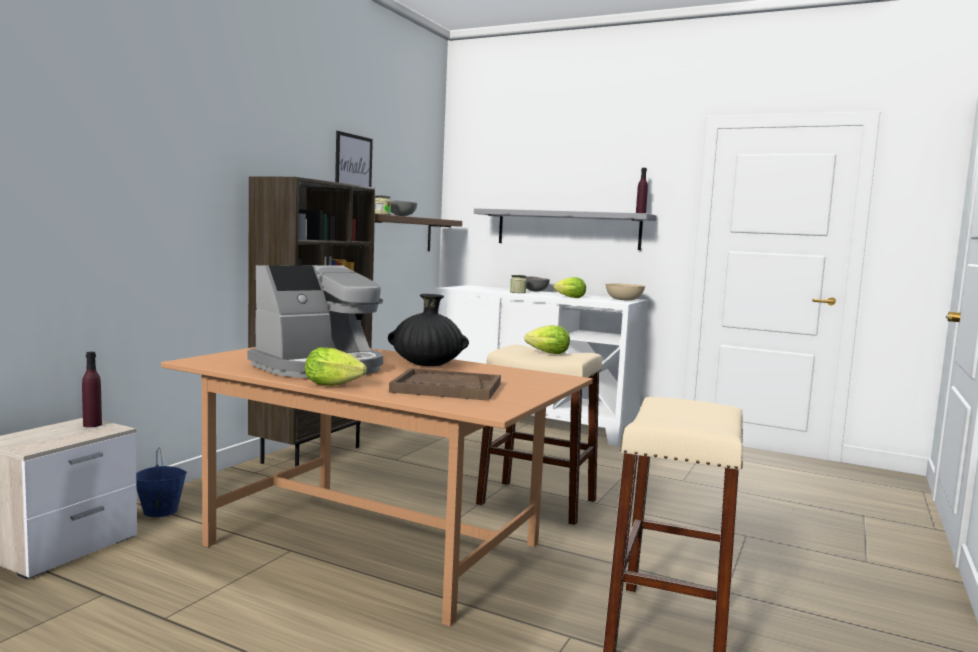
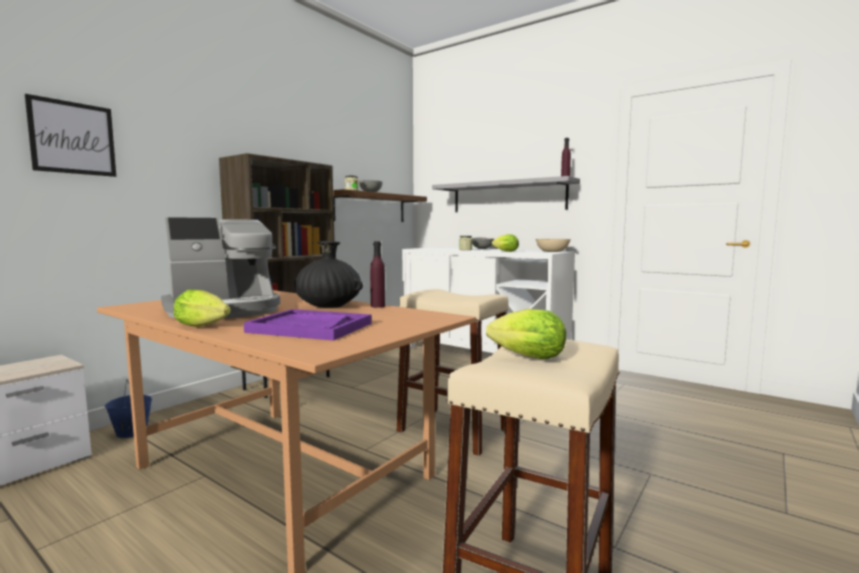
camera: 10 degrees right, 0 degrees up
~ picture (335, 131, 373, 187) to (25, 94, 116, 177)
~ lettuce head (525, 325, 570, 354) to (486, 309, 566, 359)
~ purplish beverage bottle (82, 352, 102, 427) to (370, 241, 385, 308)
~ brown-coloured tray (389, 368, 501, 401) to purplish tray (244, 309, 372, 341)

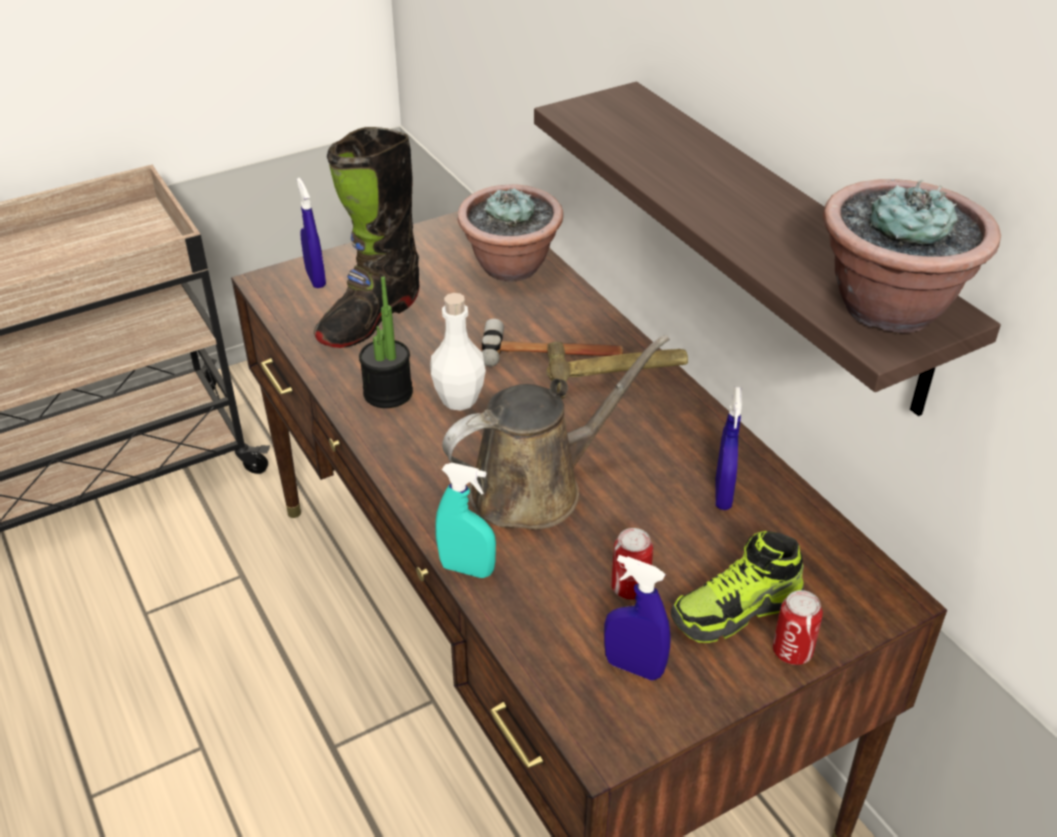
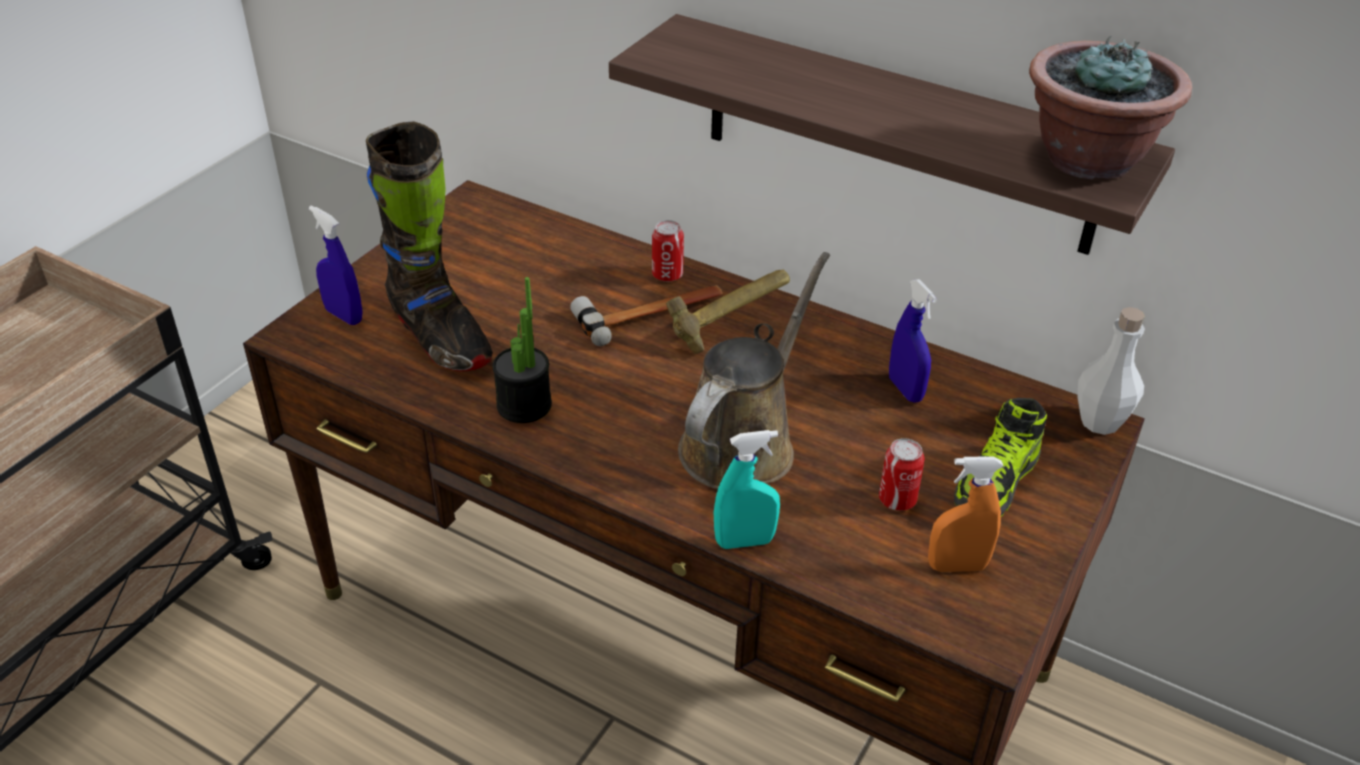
camera: 30 degrees left, 0 degrees up
~ black tall boot (314, 127, 419, 348) = (366, 121, 493, 372) 45 degrees counterclockwise
- plant in a pot (458, 184, 563, 282)
~ white beverage bottle (430, 293, 486, 411) to (1077, 307, 1145, 435)
~ blue-coloured sprayer (604, 555, 671, 681) to orangey sprayer (928, 456, 1003, 572)
~ sealed can (773, 590, 823, 665) to (652, 220, 684, 282)

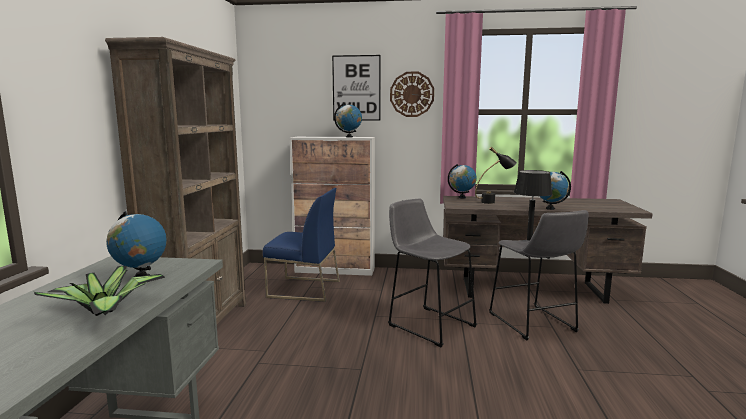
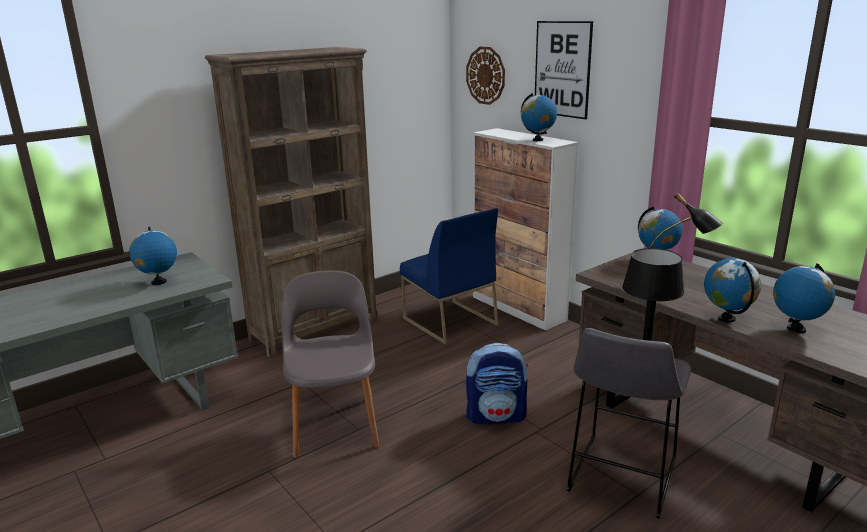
camera: 45 degrees right, 10 degrees up
~ wall clock (390, 72, 434, 117) to (466, 47, 505, 105)
~ grey sitting stool (388, 199, 477, 347) to knapsack (466, 343, 528, 424)
- plant in a pot (34, 266, 165, 316)
+ world globe (773, 263, 835, 333)
+ grey plain chair (282, 270, 379, 458)

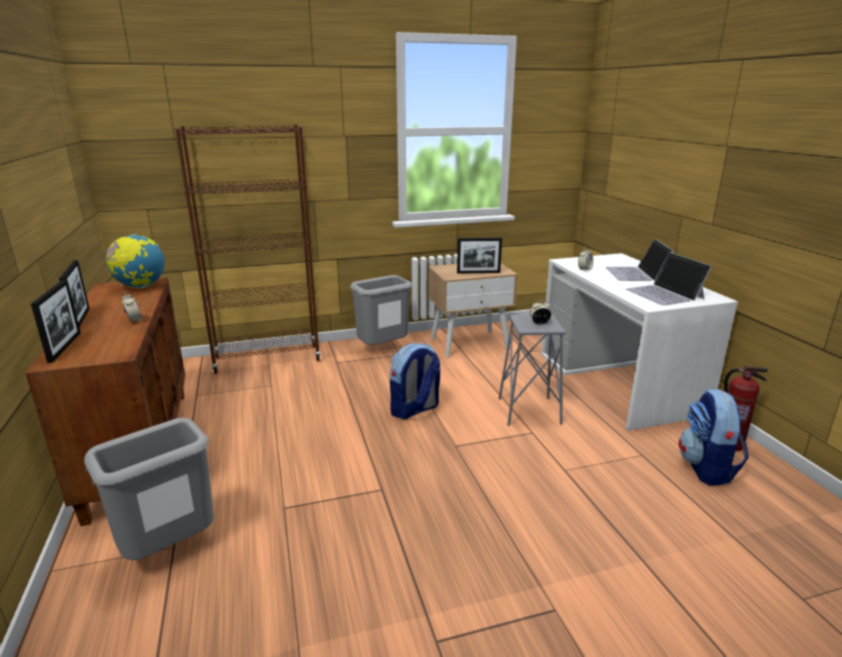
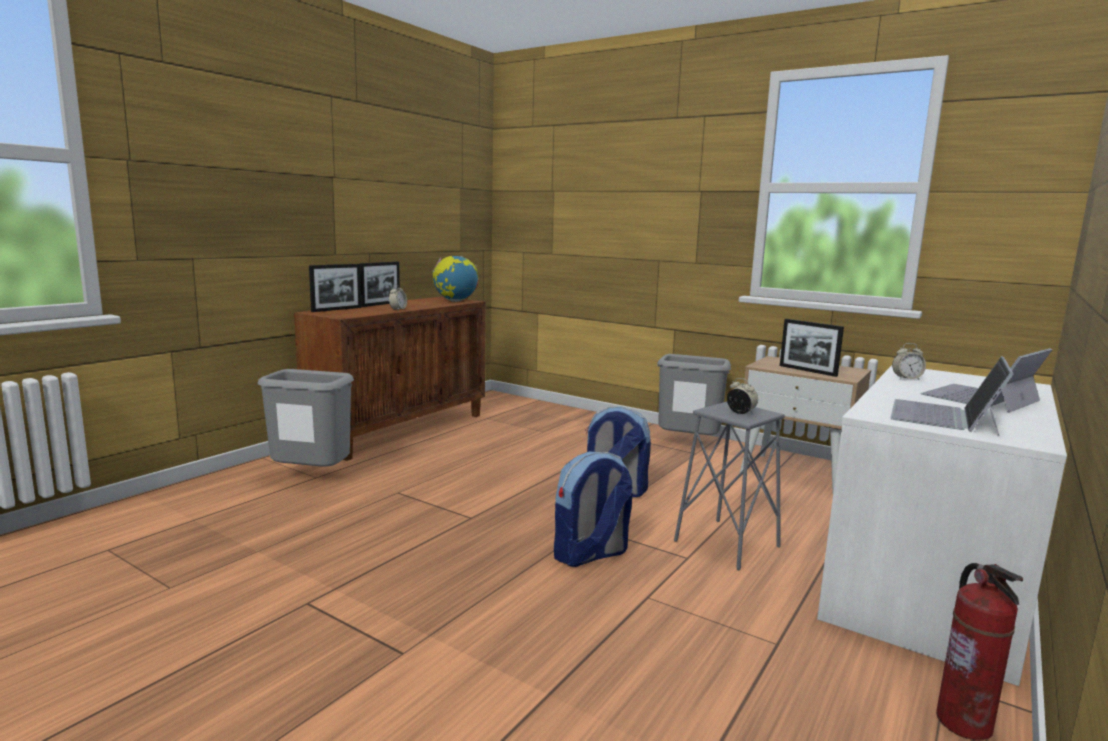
camera: 50 degrees right, 10 degrees down
- brown-coloured shelving unit (175, 125, 321, 374)
~ knapsack (679, 389, 749, 485) to (554, 451, 632, 567)

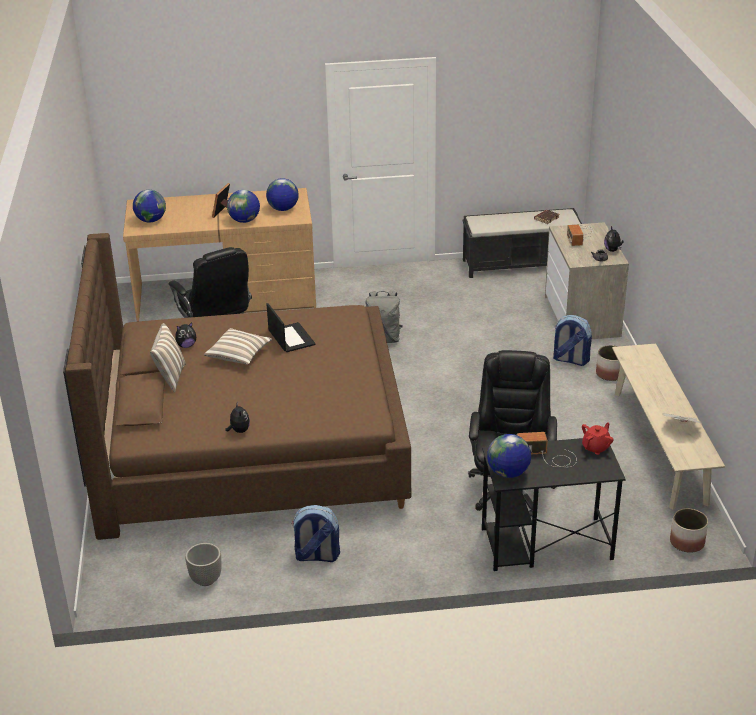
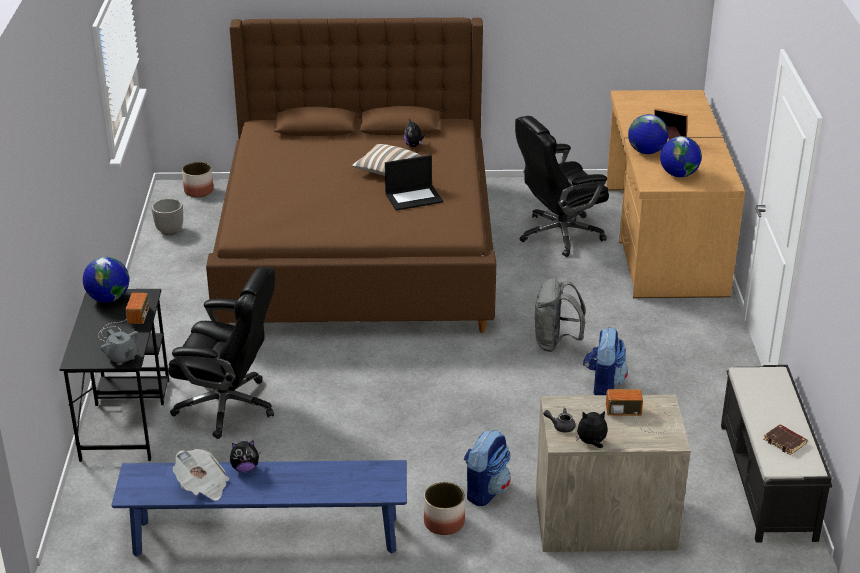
camera: 95 degrees right, 0 degrees up
- world globe (133, 190, 166, 223)
- throw pillow (150, 323, 186, 392)
~ sand-coloured long seat (612, 344, 725, 509) to blue-coloured long seat (111, 460, 407, 557)
~ cuddly toy (225, 404, 250, 433) to (230, 440, 260, 472)
~ red teapot (582, 422, 614, 455) to grey teapot (101, 329, 139, 365)
~ knapsack (291, 505, 340, 562) to (583, 327, 628, 395)
~ planter (670, 508, 708, 553) to (182, 162, 213, 197)

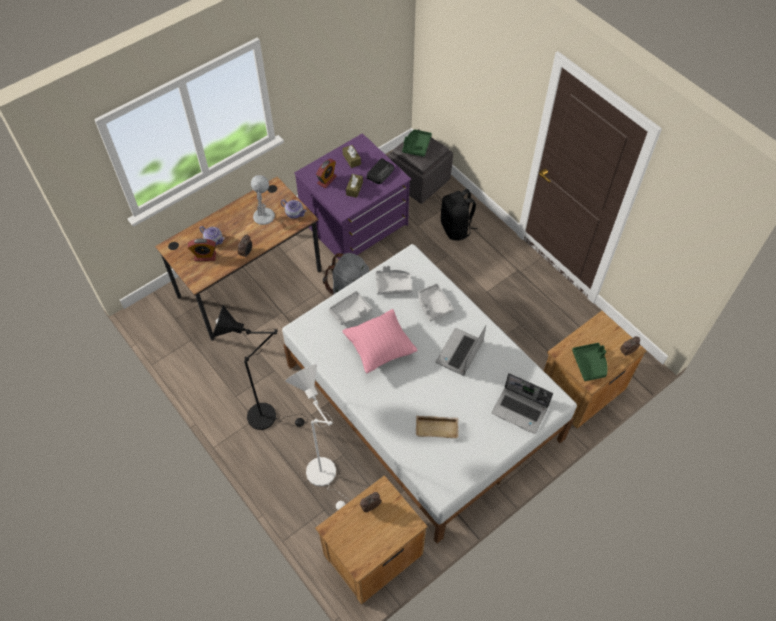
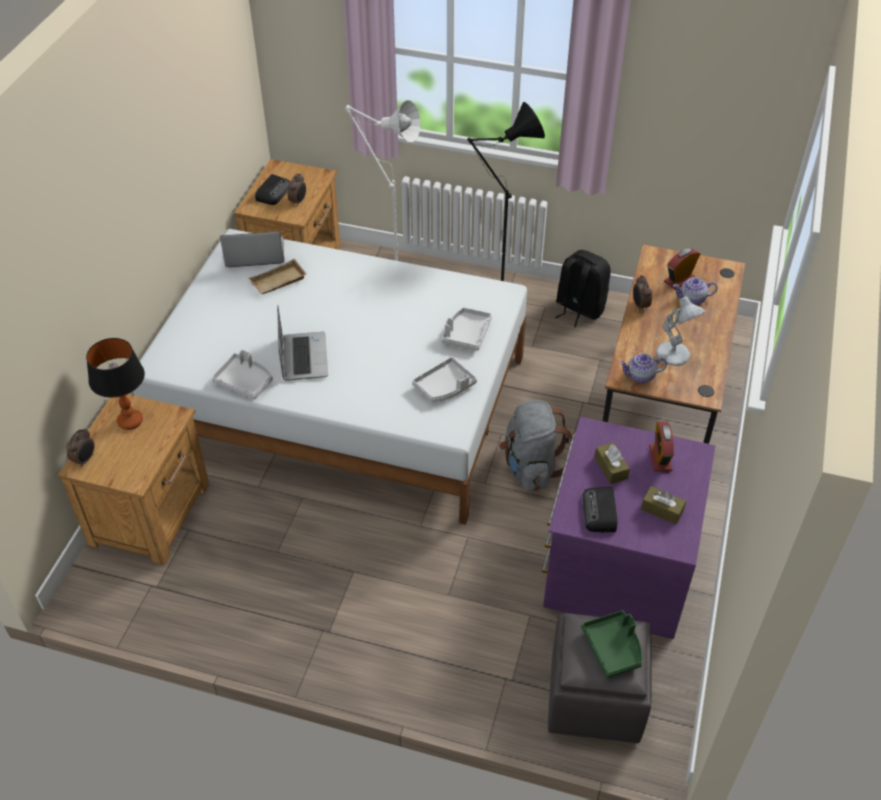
camera: 145 degrees right, 10 degrees down
~ black knapsack (441, 189, 478, 241) to (555, 250, 611, 327)
~ grey tray (418, 283, 454, 322) to (212, 349, 273, 400)
- pinkish throw pillow (342, 309, 418, 373)
~ green-coloured tray (572, 343, 608, 381) to table lamp (86, 338, 145, 430)
~ notebook computer (492, 373, 553, 434) to (220, 231, 284, 267)
+ radio (255, 174, 290, 205)

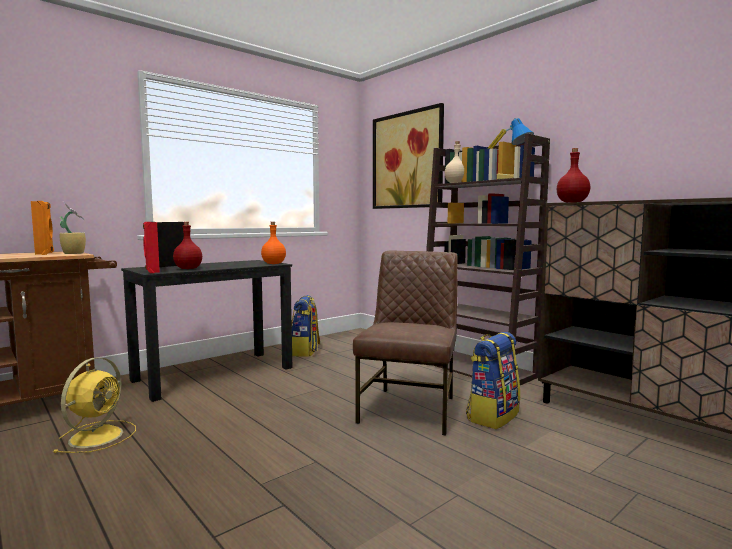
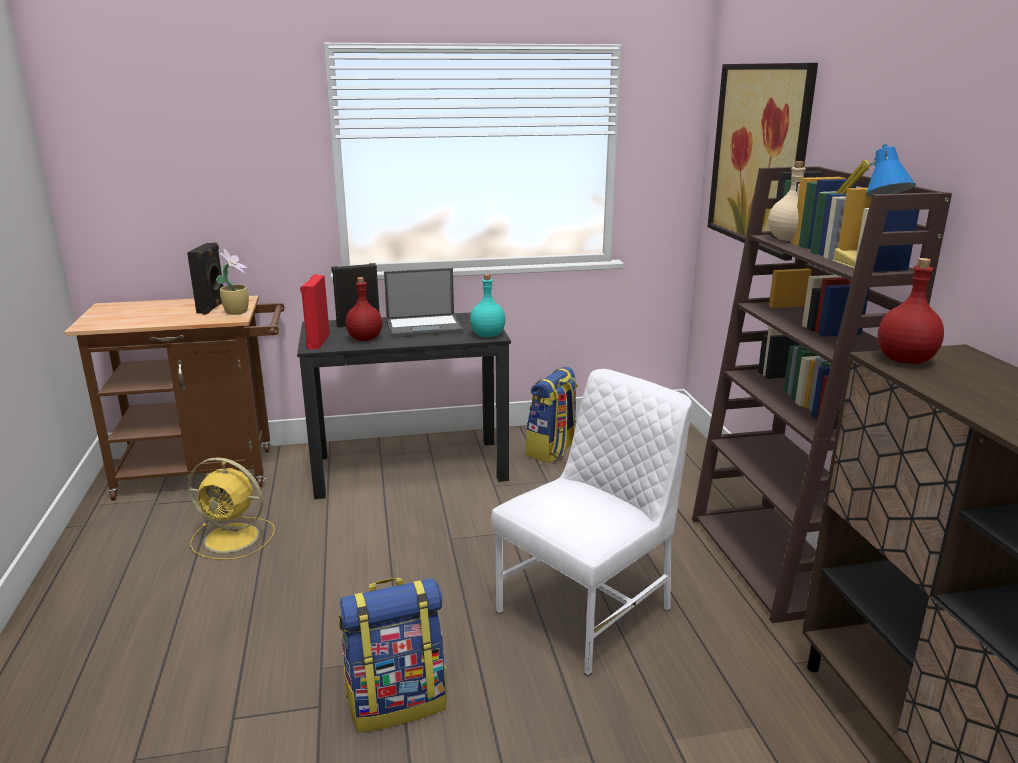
camera: 30 degrees right, 15 degrees up
~ orangey audio speaker (31, 201, 54, 255) to black audio speaker (187, 242, 223, 314)
~ orangey beverage bottle (261, 222, 286, 264) to blue-green beverage bottle (470, 274, 506, 337)
~ brown-coloured plain chair (353, 250, 458, 435) to white plain chair (491, 369, 692, 676)
~ knapsack (466, 332, 520, 429) to (339, 578, 446, 733)
~ yellow-coloured electric fan (52, 357, 136, 453) = (188, 457, 275, 560) 60 degrees clockwise
+ notebook computer (384, 268, 463, 338)

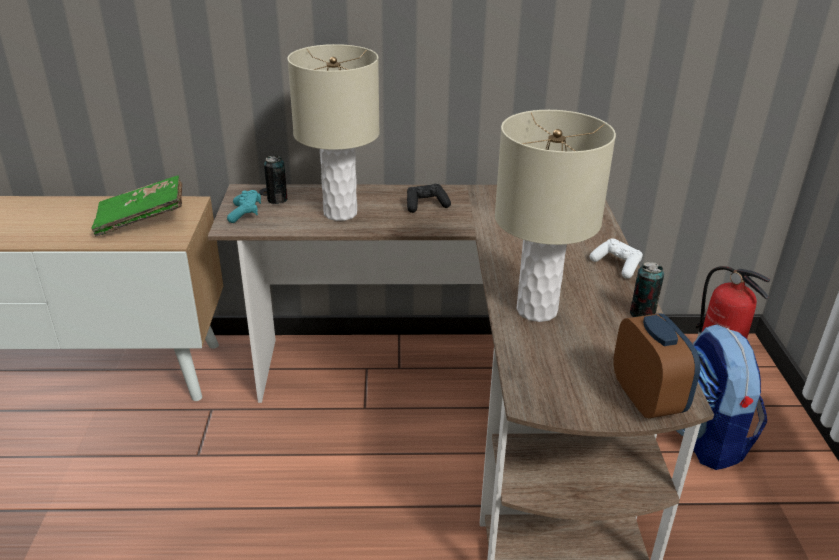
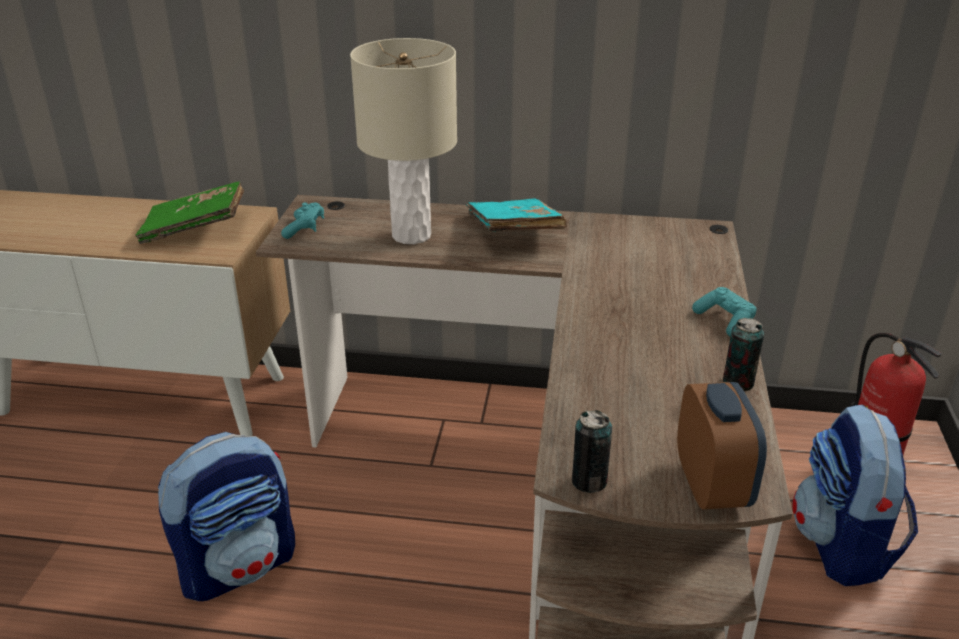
camera: 10 degrees right, 0 degrees up
- sand-coloured table lamp (495, 110, 616, 322)
~ sealed can (264, 155, 287, 204) to (572, 410, 612, 493)
~ black joypad (407, 184, 451, 213) to blue-green bound book (466, 198, 567, 232)
~ white joypad (590, 239, 643, 279) to blue-green joypad (692, 287, 757, 337)
+ knapsack (158, 432, 295, 601)

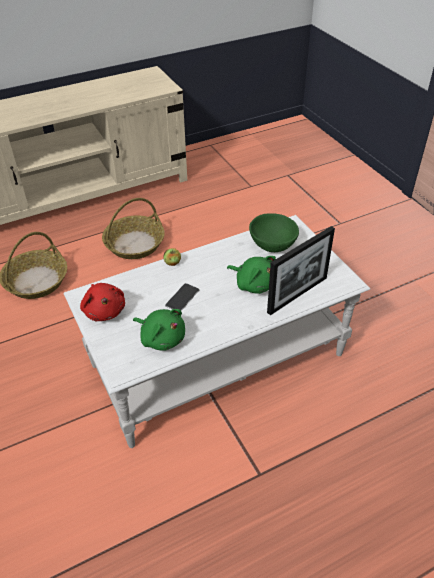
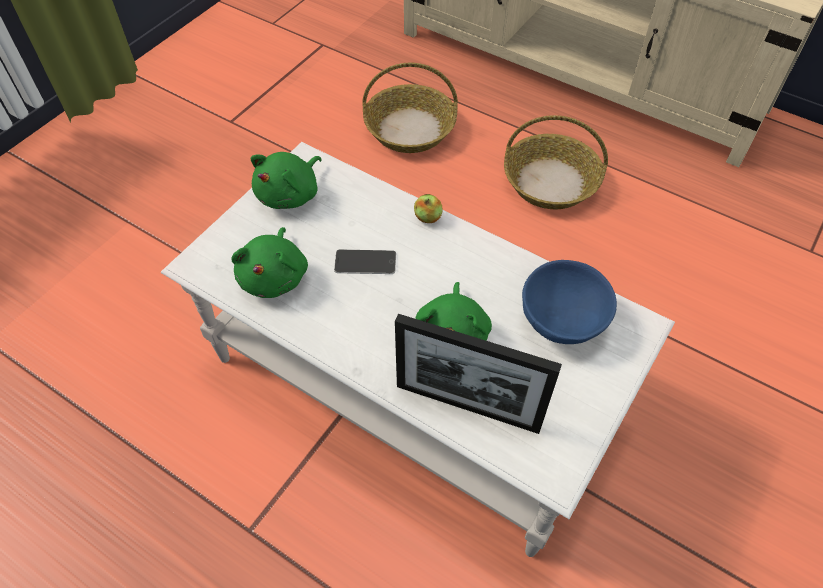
camera: 60 degrees right, 10 degrees up
~ green-coloured deep dish (249, 213, 299, 252) to blue-coloured deep dish (522, 260, 617, 344)
~ red cuddly toy (80, 283, 125, 321) to green-coloured cuddly toy (251, 152, 322, 209)

